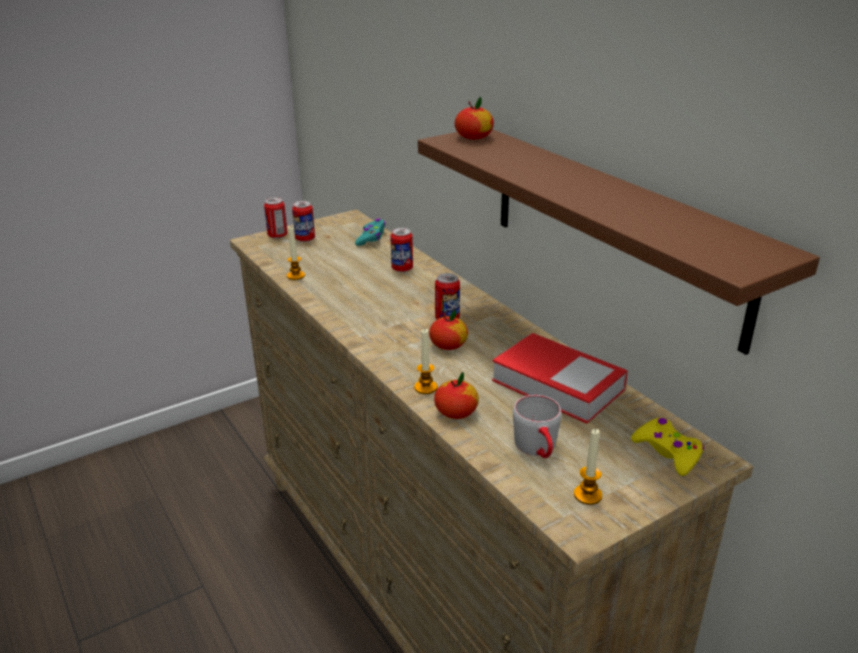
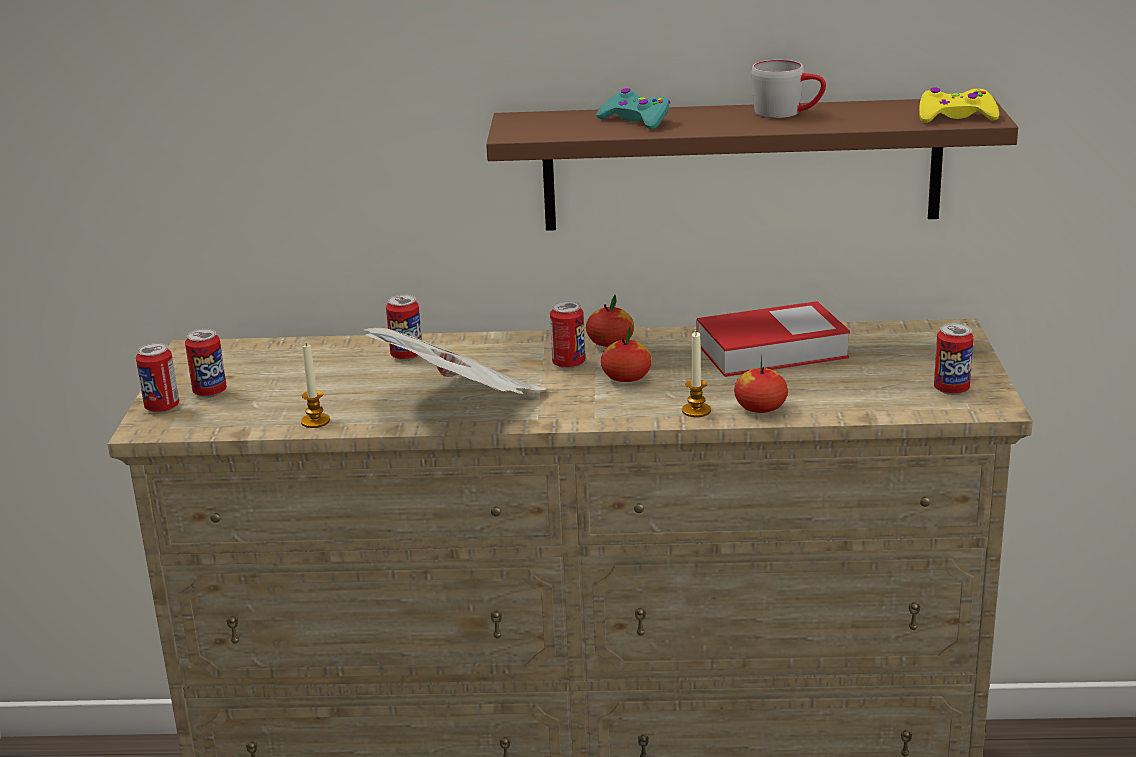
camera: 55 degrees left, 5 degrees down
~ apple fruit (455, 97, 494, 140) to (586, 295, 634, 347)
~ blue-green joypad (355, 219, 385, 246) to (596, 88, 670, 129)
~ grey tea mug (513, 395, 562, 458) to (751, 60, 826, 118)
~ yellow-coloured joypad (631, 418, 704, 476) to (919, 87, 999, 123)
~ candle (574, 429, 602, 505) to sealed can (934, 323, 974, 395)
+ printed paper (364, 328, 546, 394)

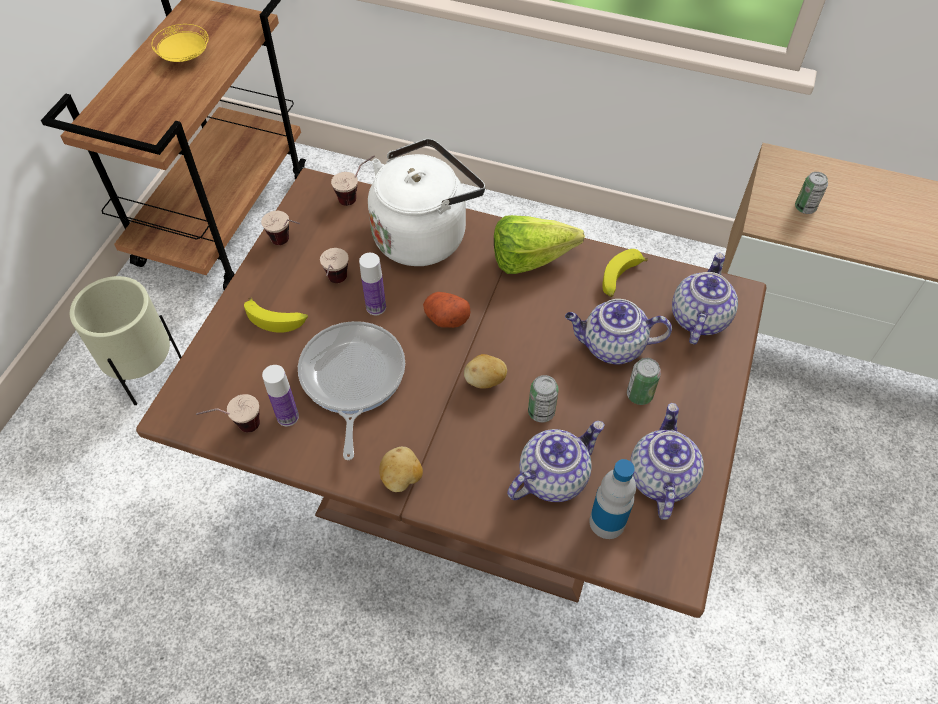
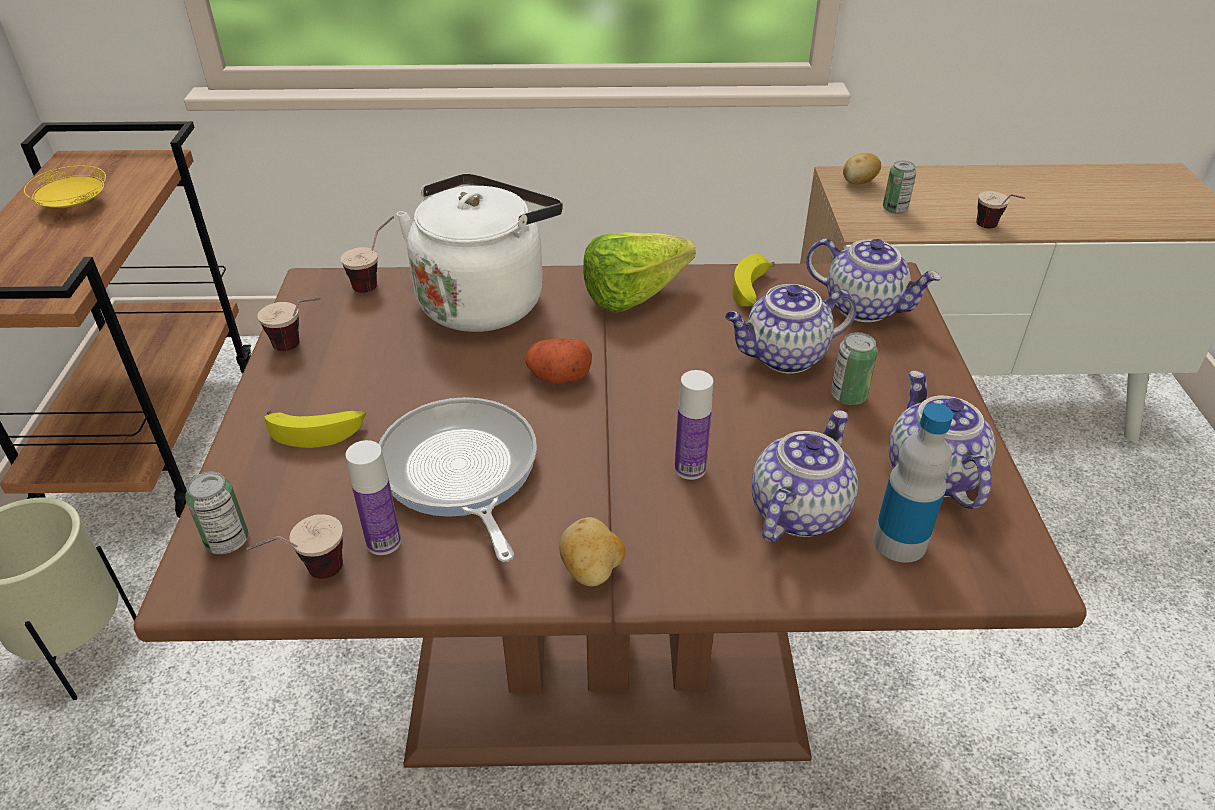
camera: 20 degrees left, 15 degrees down
~ drinking cup (320, 248, 349, 283) to (976, 191, 1025, 228)
~ teapot (672, 252, 738, 344) = (806, 238, 942, 322) 120 degrees clockwise
~ beverage bottle (359, 253, 386, 315) to (675, 370, 713, 480)
~ spud (464, 354, 507, 389) to (843, 153, 881, 184)
~ sealed can (528, 375, 559, 423) to (185, 472, 248, 554)

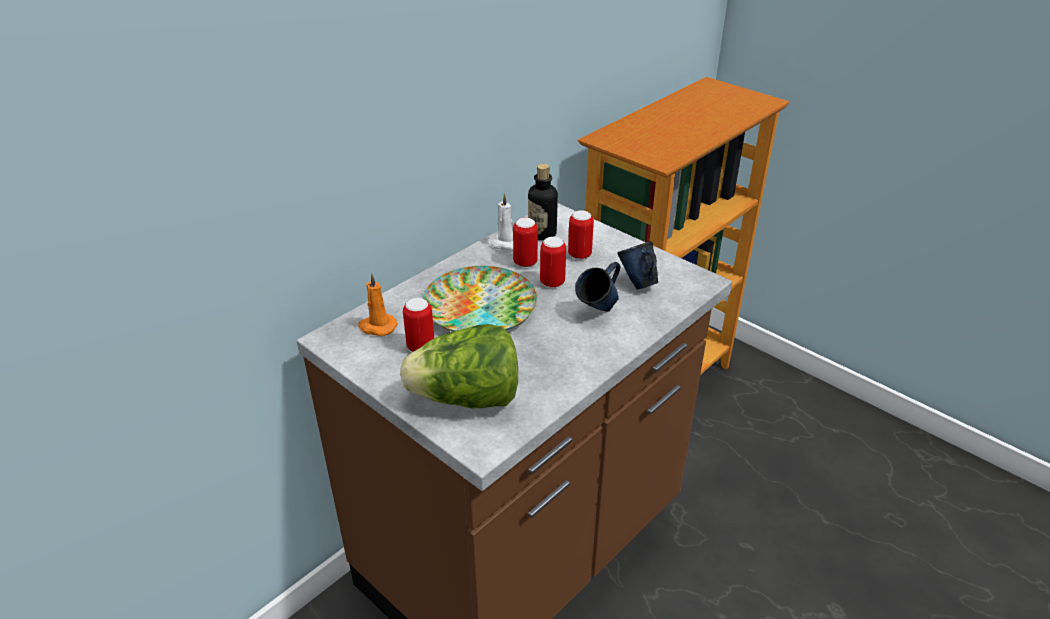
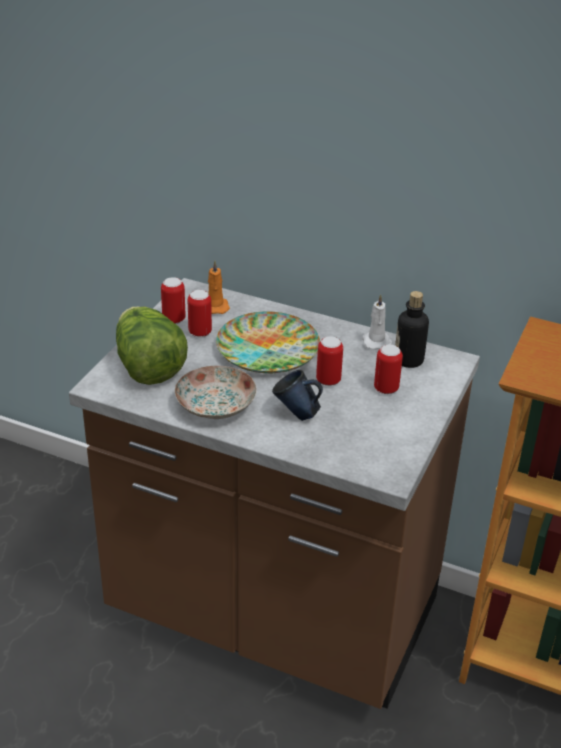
camera: 70 degrees right, 0 degrees up
~ sealed can (513, 218, 538, 267) to (161, 277, 186, 324)
- blue-coloured tea mug (617, 241, 658, 290)
+ flat dish (175, 366, 257, 419)

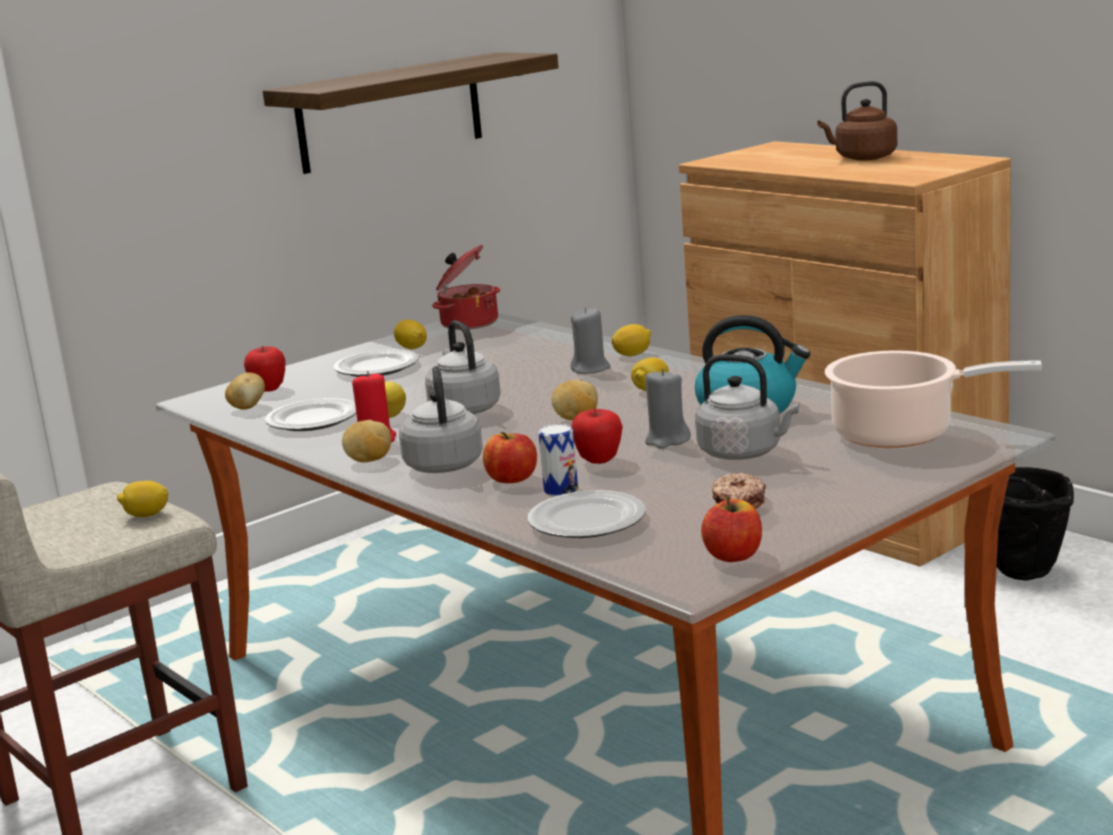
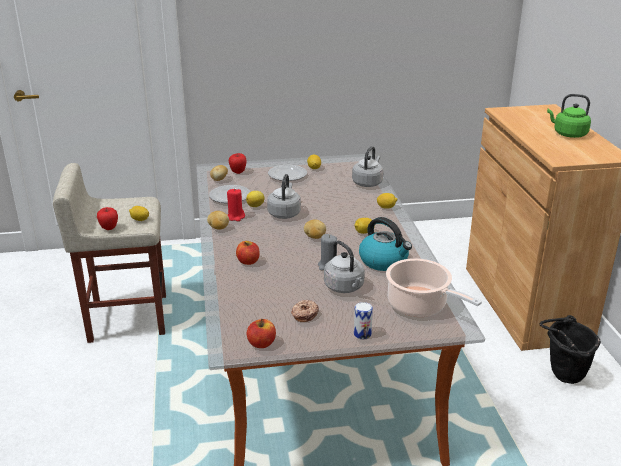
camera: 30 degrees right, 10 degrees up
- bracket shelf (263, 52, 559, 174)
~ brown-coloured tea kettle (818, 81, 897, 161) to green-coloured tea kettle (547, 94, 591, 138)
- cooking pot (432, 245, 500, 330)
- grey candle (571, 307, 611, 374)
~ grey tea kettle (399, 366, 483, 473) to (352, 146, 384, 187)
~ apple fruit (571, 408, 623, 464) to (97, 207, 118, 230)
~ sealed can (538, 424, 578, 496) to (354, 302, 373, 339)
- flat dish (528, 490, 646, 538)

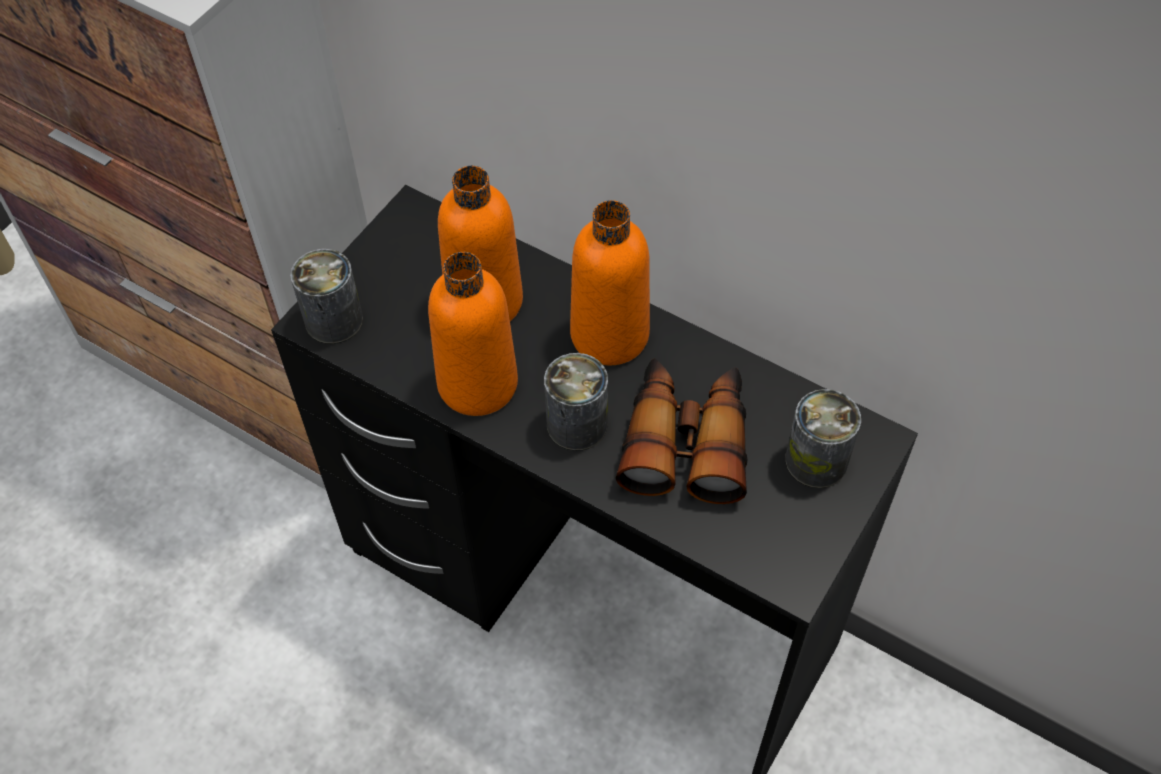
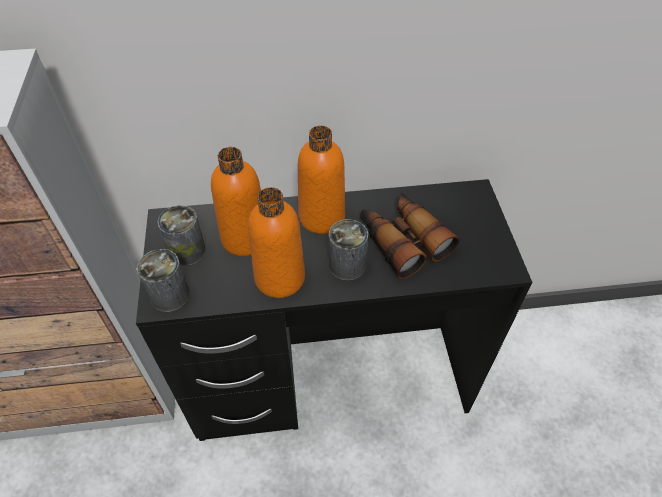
camera: 40 degrees left, 5 degrees down
~ sealed can (785, 389, 861, 488) to (158, 205, 206, 266)

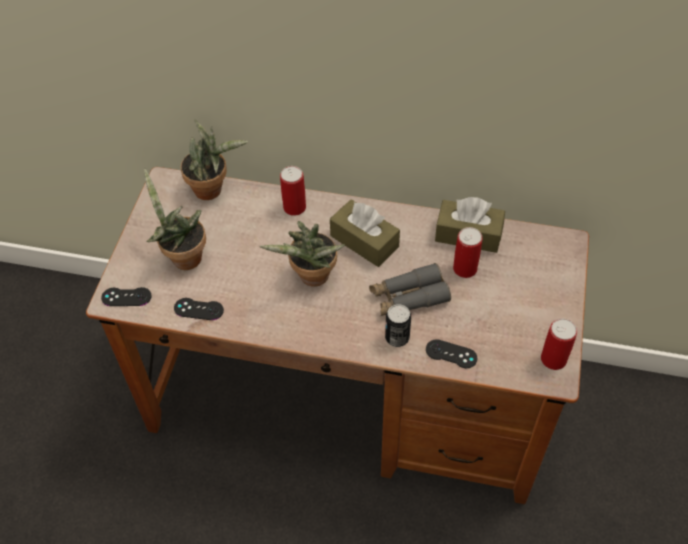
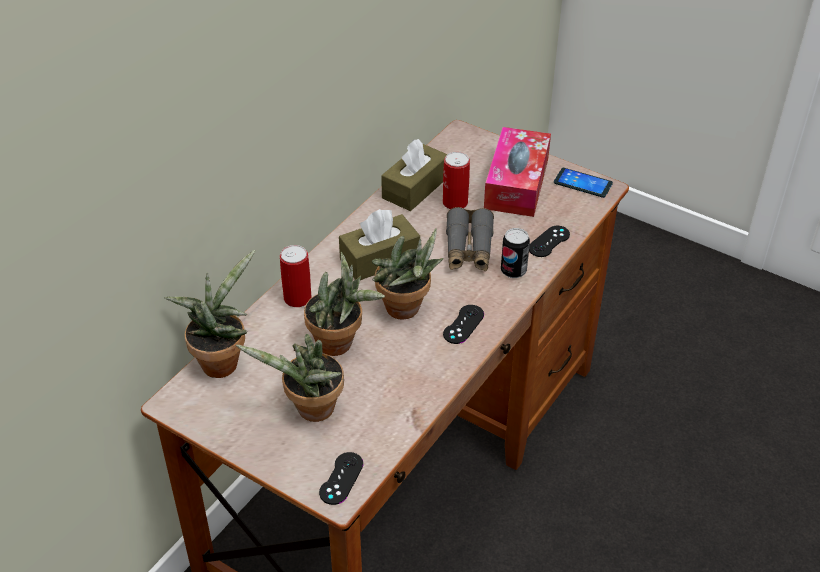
camera: 70 degrees left, 10 degrees down
~ black joypad (174, 298, 224, 320) to (443, 305, 484, 344)
~ sealed can (541, 318, 577, 370) to phone (554, 168, 613, 198)
+ tissue box (484, 127, 551, 217)
+ plant in a pot (304, 252, 385, 356)

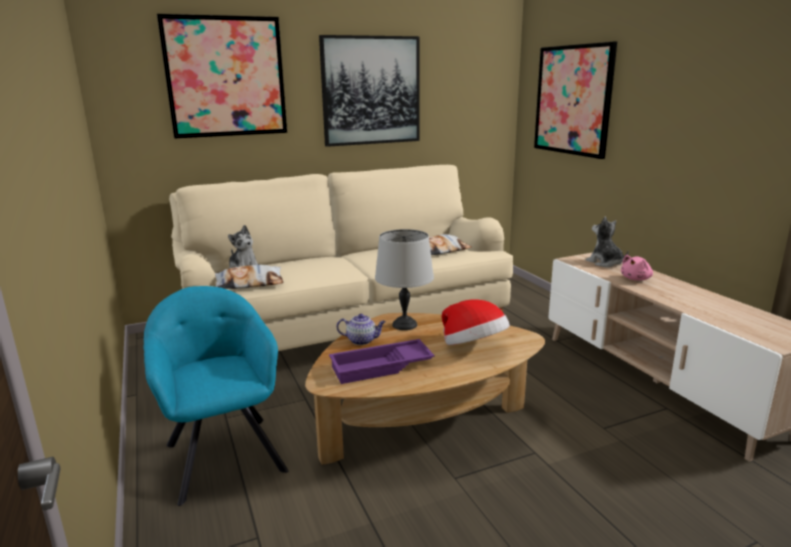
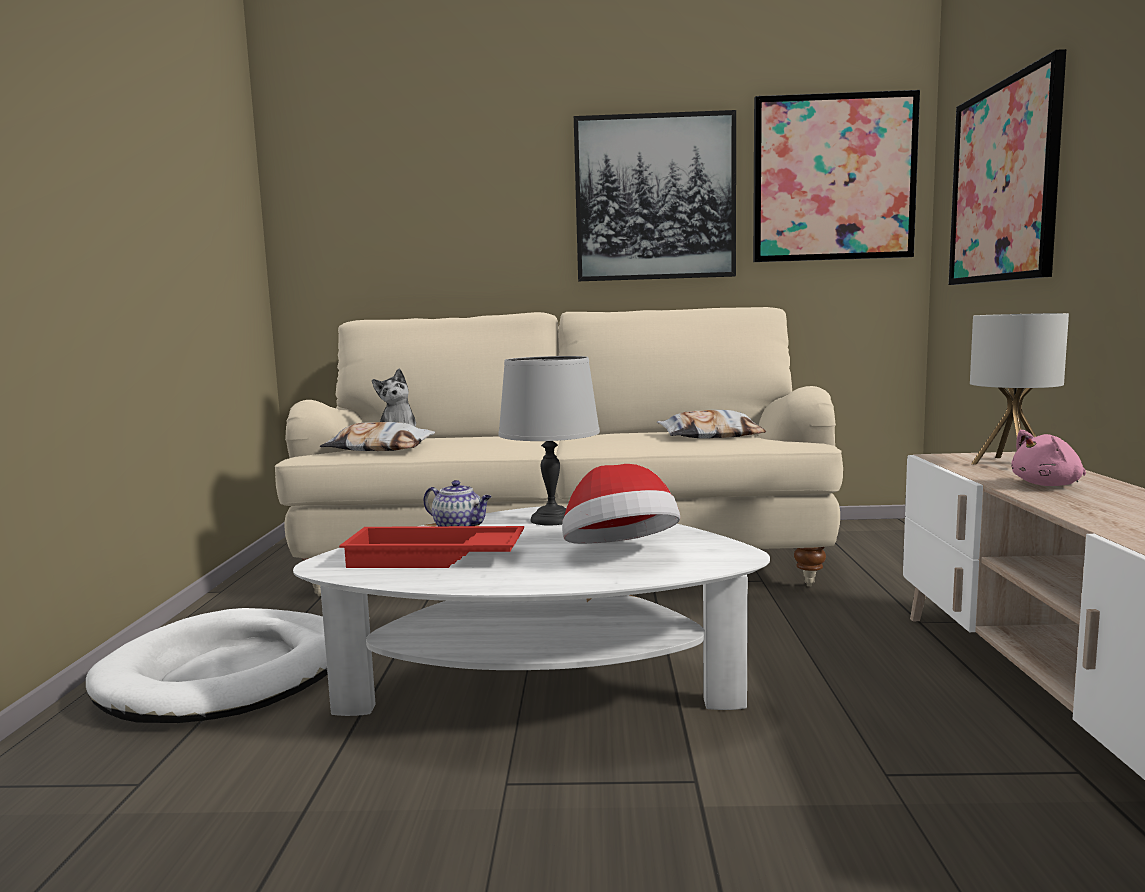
camera: 25 degrees right, 10 degrees down
~ picture (157, 14, 287, 139) to (753, 90, 920, 262)
~ cuddly toy (586, 217, 629, 267) to table lamp (970, 313, 1069, 465)
~ blue-green lounge chair (144, 286, 288, 506) to white pet bed (86, 608, 328, 723)
~ brown-coloured coffee table (305, 313, 545, 465) to white coffee table (293, 507, 770, 716)
~ purplish tray (329, 339, 435, 384) to red tray (339, 526, 524, 568)

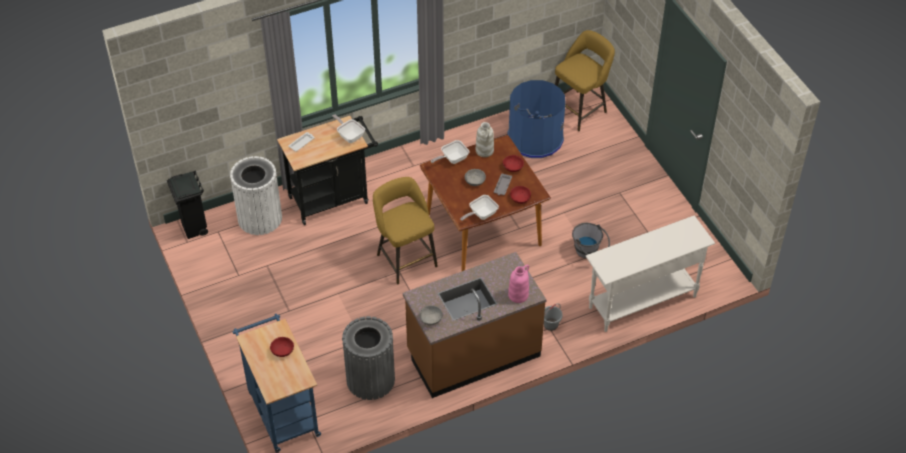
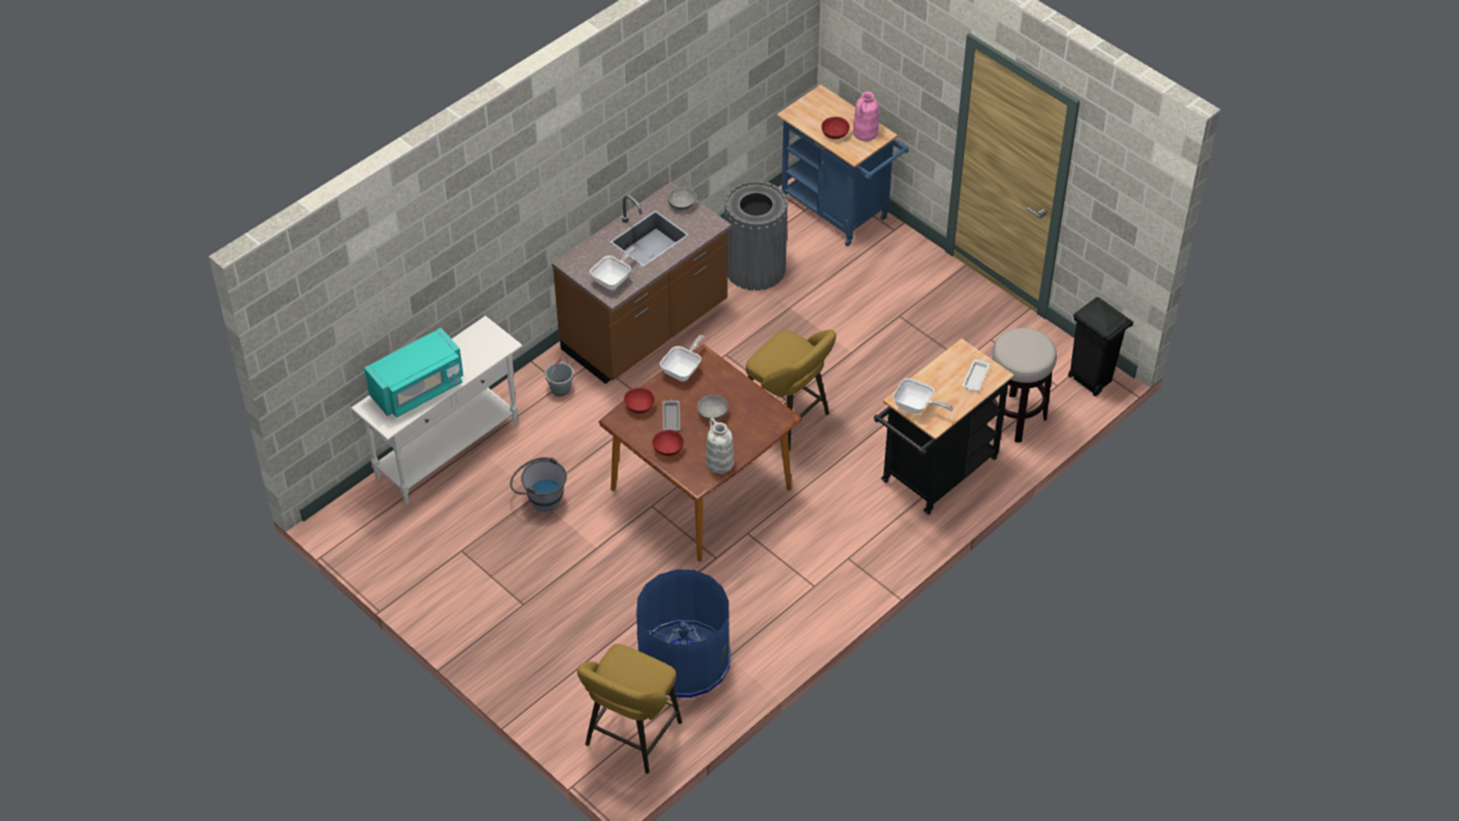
camera: 160 degrees right, 0 degrees up
~ skillet (431, 140, 469, 164) to (590, 246, 637, 290)
~ white trash can (230, 156, 282, 235) to sitting stool (990, 328, 1057, 443)
~ pinkish vase (508, 264, 529, 303) to (853, 92, 879, 141)
+ blue-green microwave (364, 328, 464, 417)

